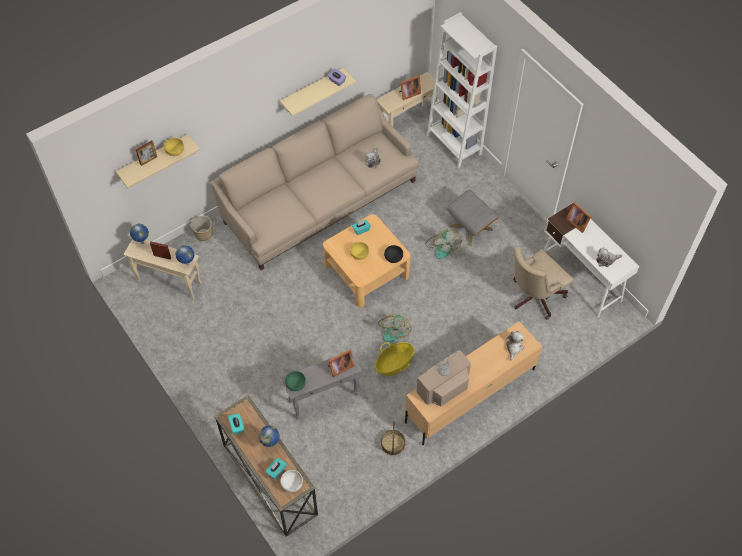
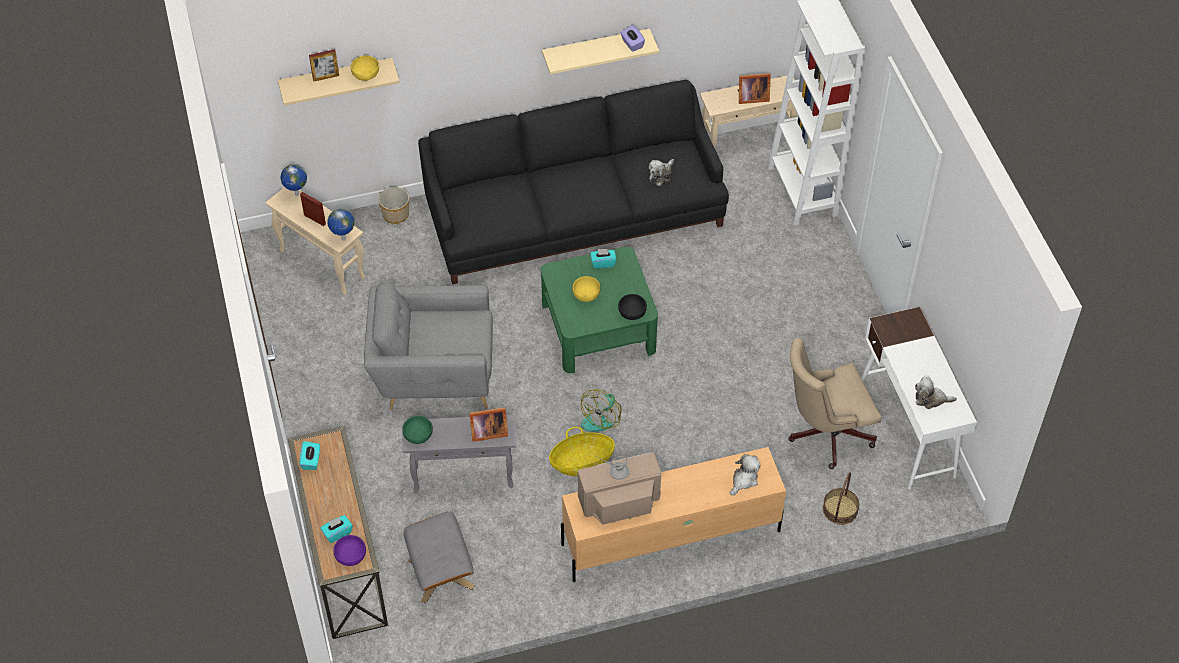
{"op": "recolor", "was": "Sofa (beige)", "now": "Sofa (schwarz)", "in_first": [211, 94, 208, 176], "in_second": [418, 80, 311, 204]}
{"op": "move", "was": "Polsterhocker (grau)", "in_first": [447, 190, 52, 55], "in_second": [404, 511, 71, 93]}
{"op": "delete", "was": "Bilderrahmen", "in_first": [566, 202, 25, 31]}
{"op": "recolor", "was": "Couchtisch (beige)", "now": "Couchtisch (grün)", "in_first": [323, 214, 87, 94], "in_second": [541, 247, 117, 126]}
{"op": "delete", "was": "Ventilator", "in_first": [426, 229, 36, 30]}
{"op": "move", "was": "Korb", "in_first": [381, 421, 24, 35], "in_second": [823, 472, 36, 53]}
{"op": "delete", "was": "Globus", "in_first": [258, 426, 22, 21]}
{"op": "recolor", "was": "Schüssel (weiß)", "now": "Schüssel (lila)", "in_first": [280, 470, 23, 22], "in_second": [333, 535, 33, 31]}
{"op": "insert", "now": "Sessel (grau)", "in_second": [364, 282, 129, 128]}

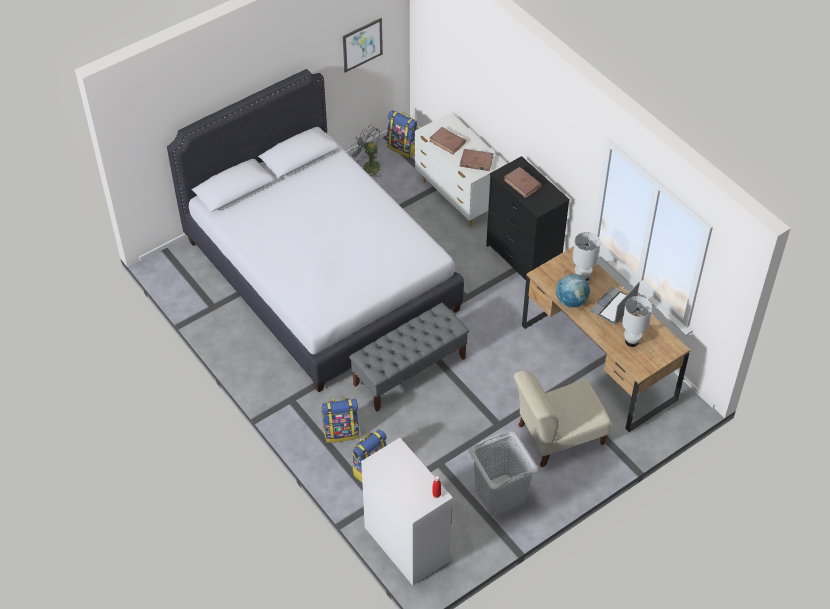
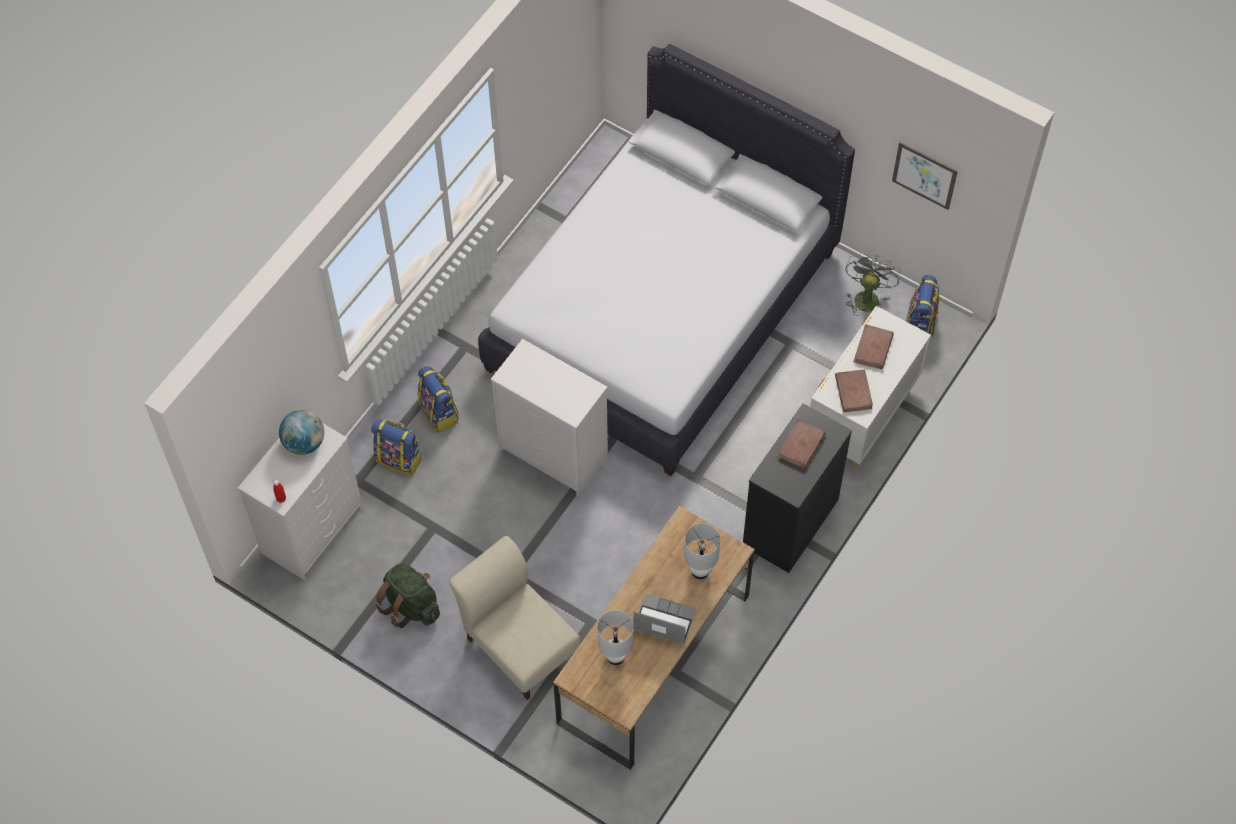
{"op": "move", "was": "Globus", "in_first": [556, 274, 34, 34], "in_second": [279, 410, 45, 45]}
{"op": "replace", "was": "Bank (grau)", "now": "Kommode (weiß)", "in_first": [349, 303, 120, 108], "in_second": [491, 339, 117, 157]}
{"op": "replace", "was": "Wäschekorb (grau)", "now": "Rucksack (grün)", "in_first": [469, 431, 69, 85], "in_second": [375, 563, 65, 65]}

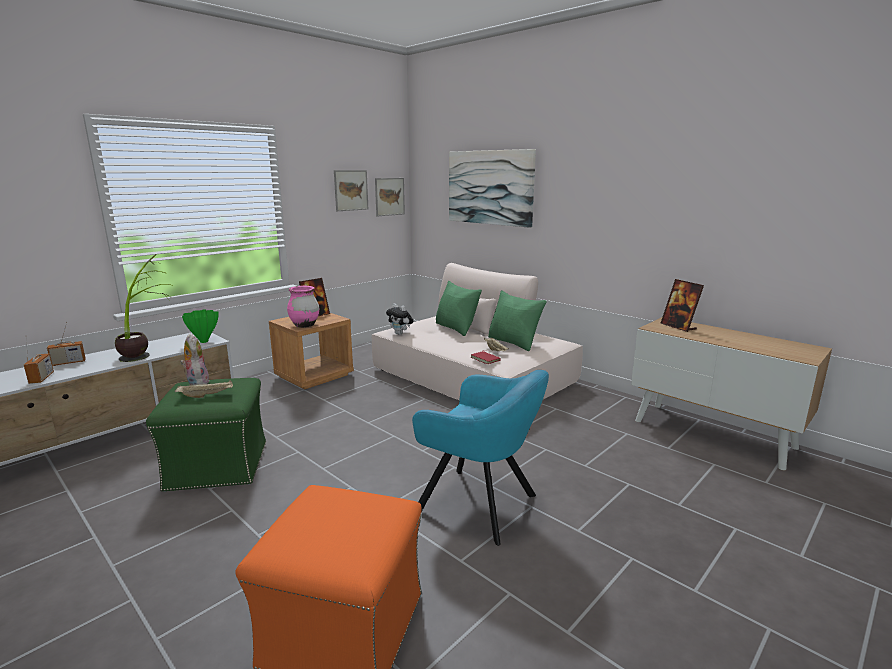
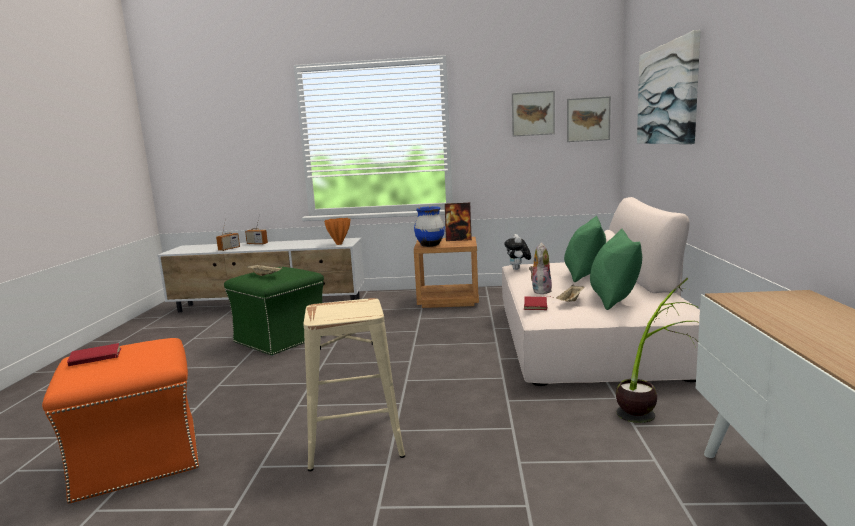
{"op": "move", "was": "Topfpflanze", "in_first": [115, 254, 55, 108], "in_second": [616, 278, 83, 145]}
{"op": "delete", "was": "Bilderrahmen", "in_first": [661, 279, 43, 53]}
{"op": "recolor", "was": "Vase (rosa)", "now": "Vase (blau)", "in_first": [287, 286, 32, 42], "in_second": [414, 206, 31, 41]}
{"op": "recolor", "was": "Vase (grün)", "now": "Vase (orange)", "in_first": [182, 309, 36, 34], "in_second": [324, 218, 26, 27]}
{"op": "move", "was": "Plüschtier", "in_first": [180, 333, 29, 52], "in_second": [529, 243, 23, 51]}
{"op": "replace", "was": "Sessel (türkis)", "now": "Hocker (beige)", "in_first": [412, 370, 137, 176], "in_second": [303, 298, 102, 173]}
{"op": "insert", "now": "Buch (rot)", "in_second": [67, 343, 54, 23]}

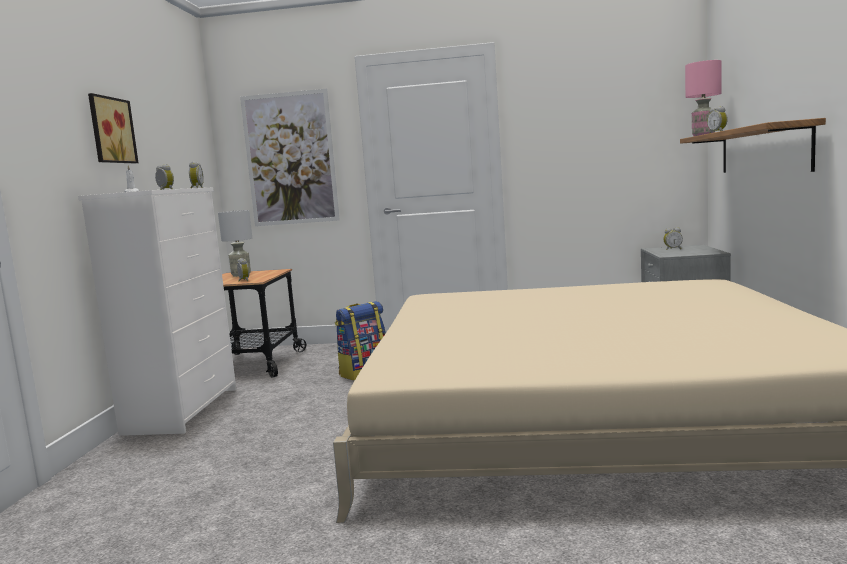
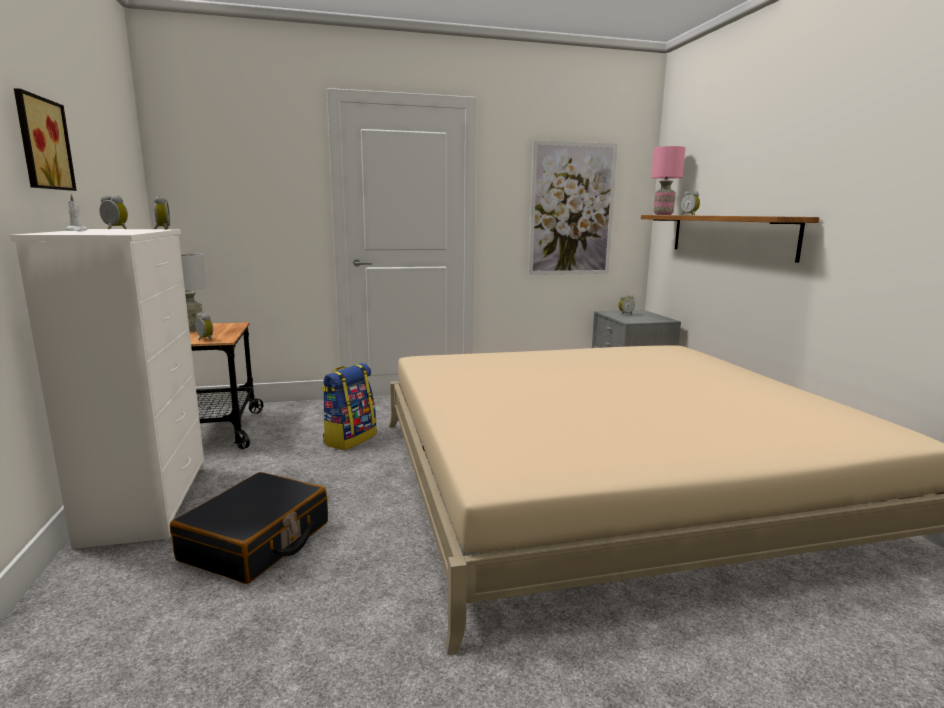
{"op": "move", "was": "Bild", "in_first": [240, 89, 100, 137], "in_second": [528, 140, 89, 135]}
{"op": "insert", "now": "Koffer (schwarz)", "in_second": [170, 472, 158, 112]}

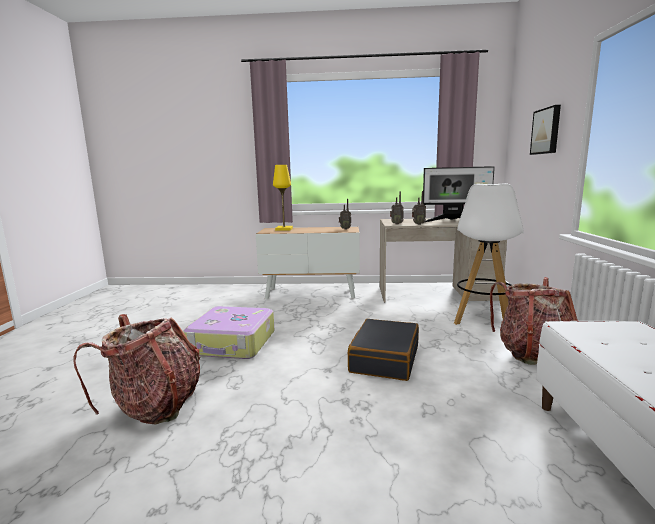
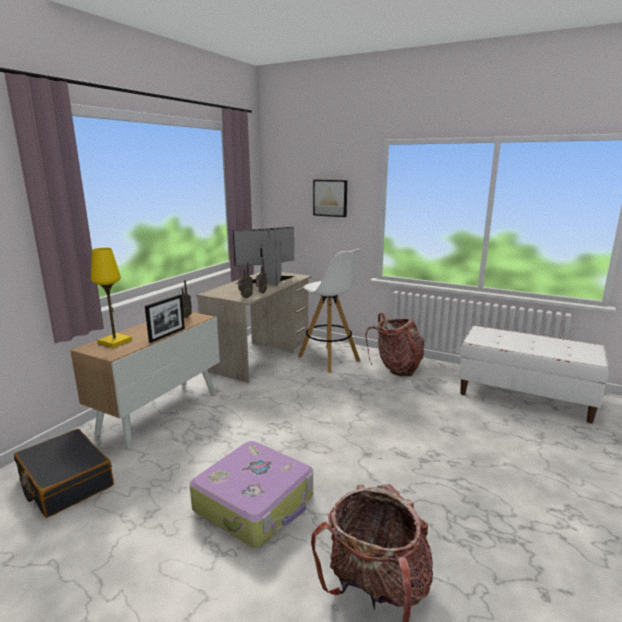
{"op": "rotate", "was": "Monitor", "in_first": [423, 166, 72, 56], "in_second": [233, 227, 62, 59], "clockwise": -150}
{"op": "move", "was": "Koffer (schwarz)", "in_first": [348, 319, 71, 62], "in_second": [14, 429, 100, 89]}
{"op": "insert", "now": "Bilderrahmen", "in_second": [145, 295, 40, 48]}

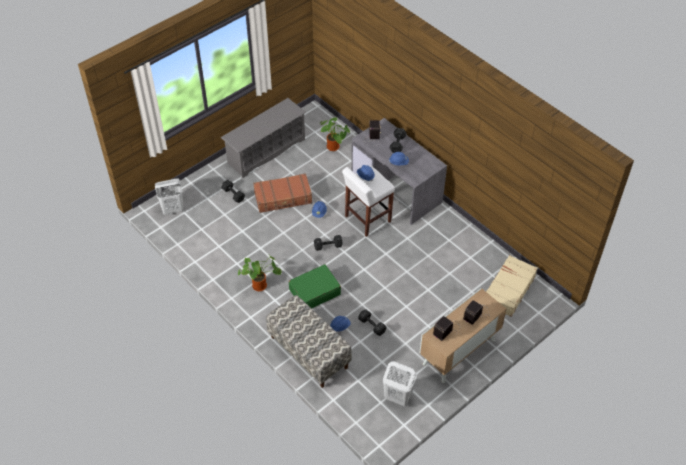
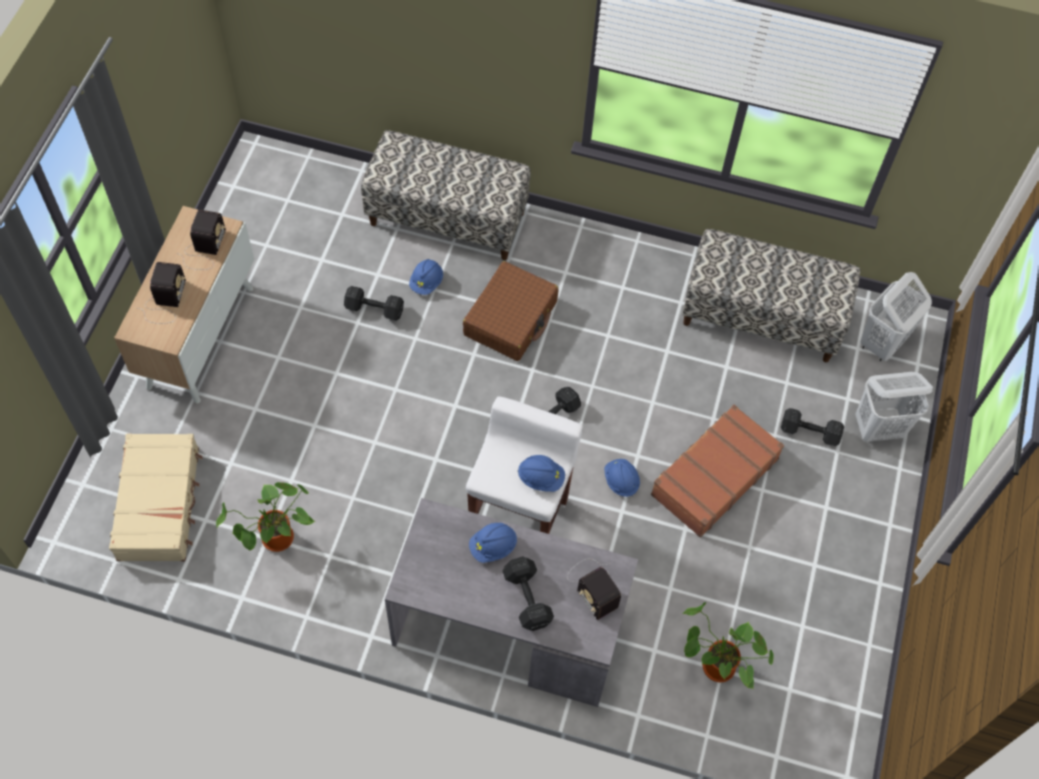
{"op": "delete", "was": "Schuhregal (grau)", "in_first": [221, 98, 85, 80]}
{"op": "move", "was": "Topfpflanze", "in_first": [238, 255, 43, 36], "in_second": [216, 482, 100, 70]}
{"op": "recolor", "was": "Koffer (grün)", "now": "Koffer (braun)", "in_first": [289, 264, 52, 44], "in_second": [463, 261, 95, 100]}
{"op": "move", "was": "Wäschekorb (weiß)", "in_first": [383, 361, 34, 45], "in_second": [855, 372, 78, 70]}
{"op": "insert", "now": "Bank", "in_second": [682, 229, 178, 133]}

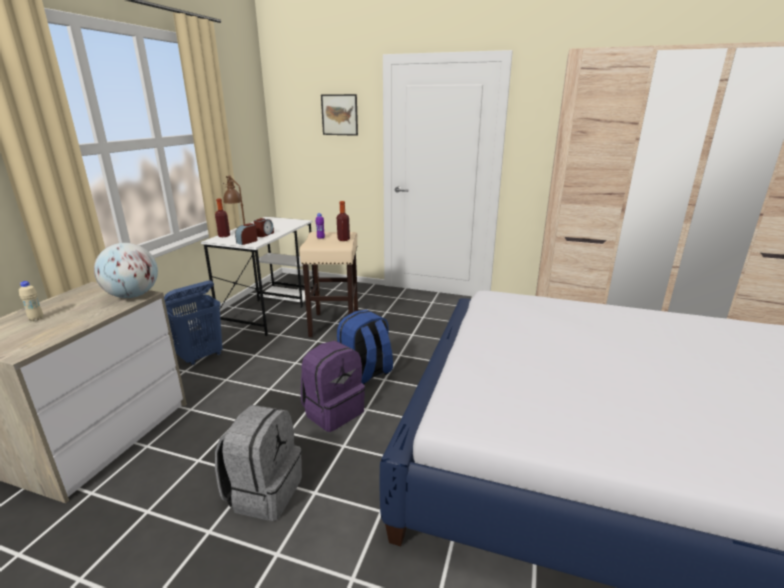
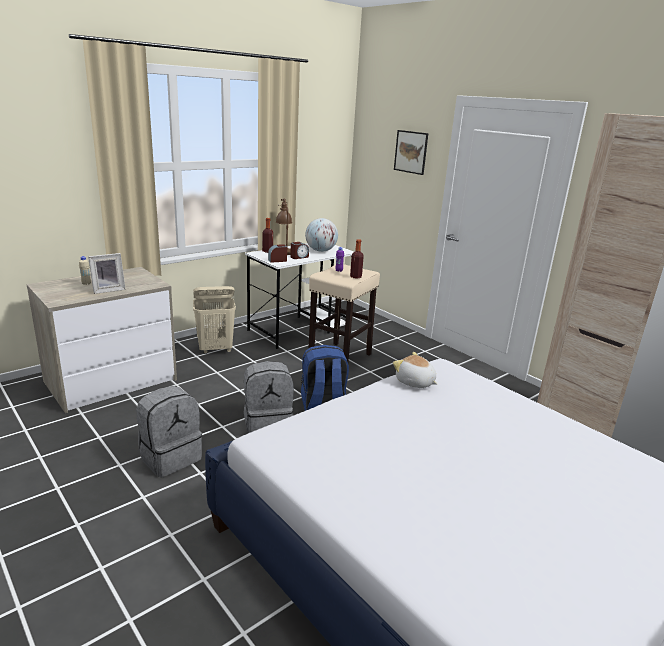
{"op": "move", "was": "Globus", "in_first": [94, 243, 64, 55], "in_second": [305, 218, 33, 34]}
{"op": "recolor", "was": "Wäschekorb (blau)", "now": "Wäschekorb (beige)", "in_first": [164, 280, 59, 85], "in_second": [193, 286, 43, 68]}
{"op": "recolor", "was": "Rucksack (lila)", "now": "Rucksack (grau)", "in_first": [301, 341, 64, 91], "in_second": [244, 361, 50, 72]}
{"op": "insert", "now": "Bilderrahmen", "in_second": [88, 253, 38, 41]}
{"op": "insert", "now": "Plüschtier", "in_second": [393, 352, 44, 36]}

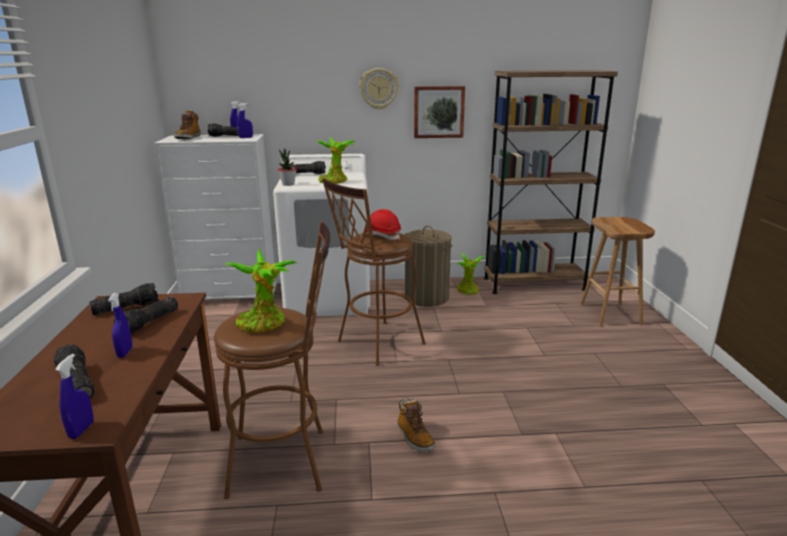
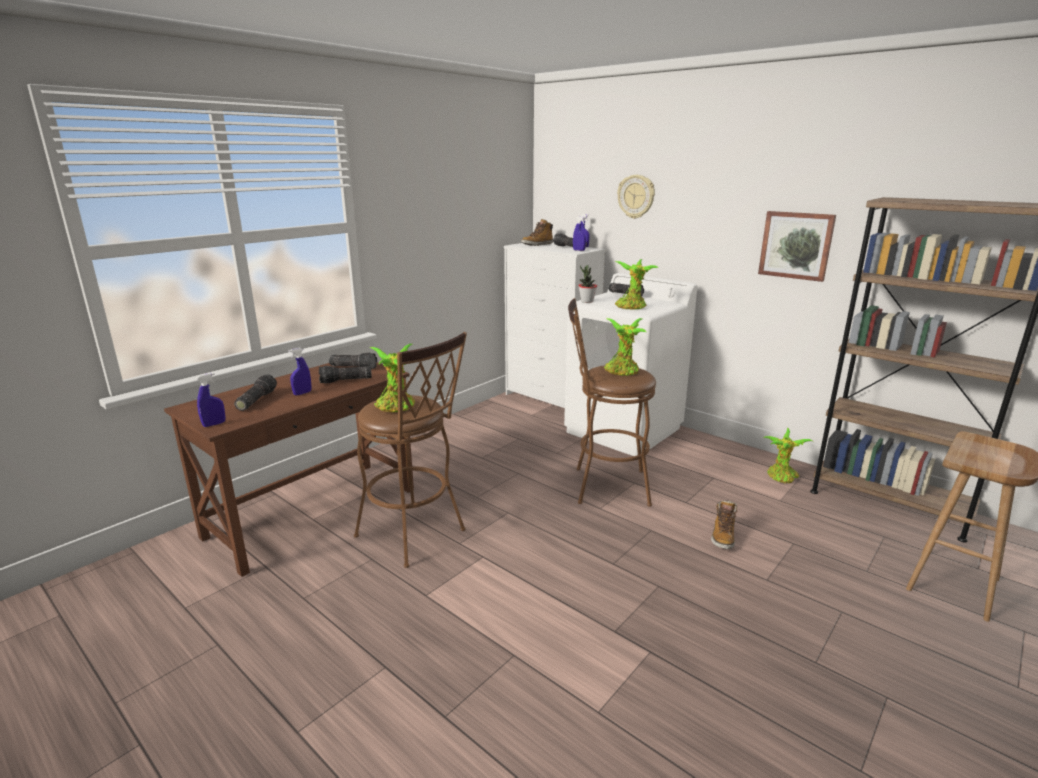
{"op": "move", "was": "Wanduhr", "in_first": [359, 68, 40, 42], "in_second": [617, 175, 38, 44]}
{"op": "replace", "was": "Schutzhelm (rot)", "now": "Topfpflanze", "in_first": [366, 209, 35, 31], "in_second": [604, 318, 42, 58]}
{"op": "delete", "was": "Wäschekorb", "in_first": [404, 226, 49, 81]}
{"op": "move", "was": "Stiefel", "in_first": [398, 398, 37, 53], "in_second": [711, 500, 27, 49]}

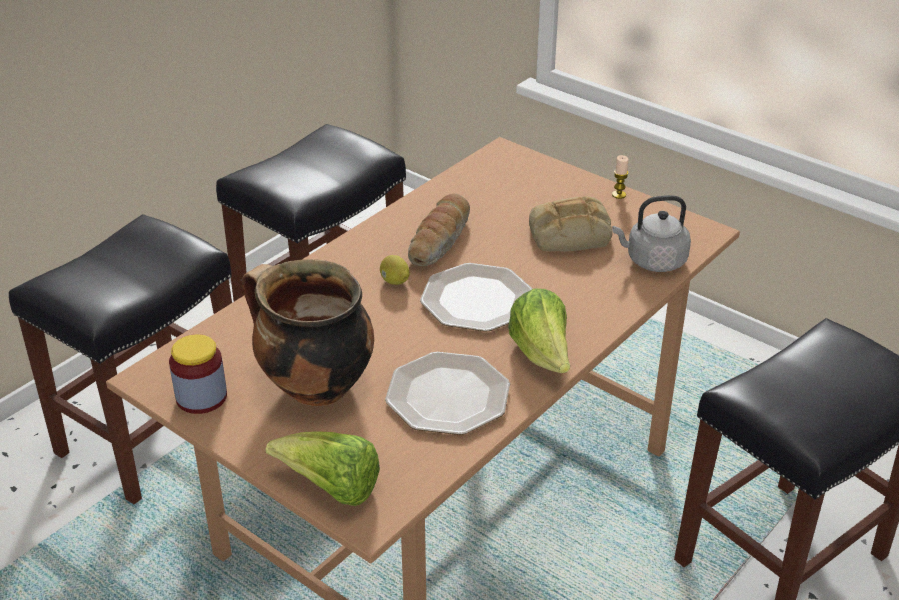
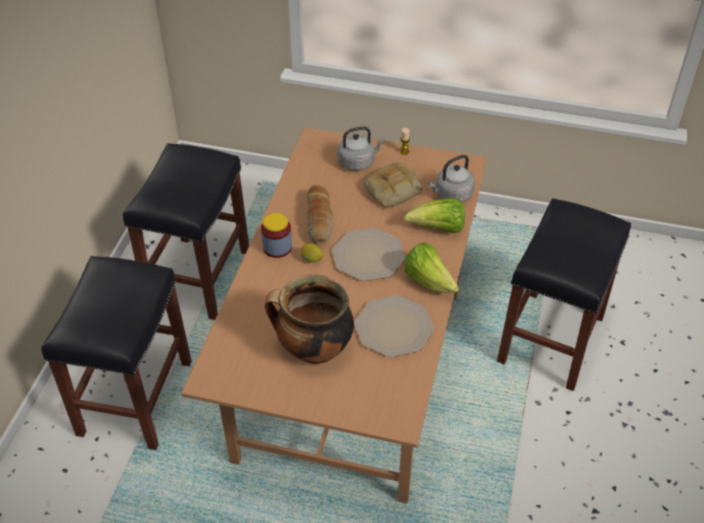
{"op": "move", "was": "Vorratsglas", "in_first": [169, 334, 58, 80], "in_second": [261, 213, 31, 45]}
{"op": "move", "was": "Salatkopf", "in_first": [266, 431, 114, 75], "in_second": [404, 198, 61, 35]}
{"op": "insert", "now": "Wasserkessel (grau)", "in_second": [338, 126, 47, 45]}

